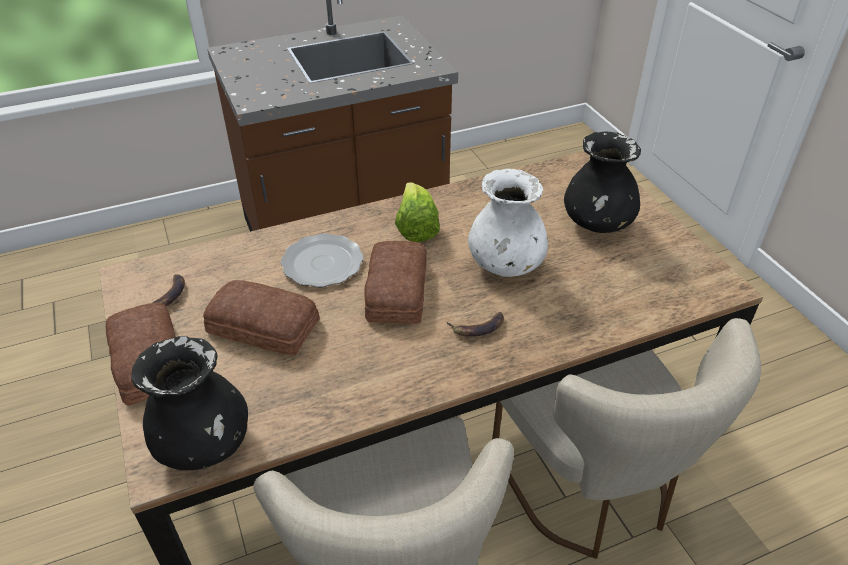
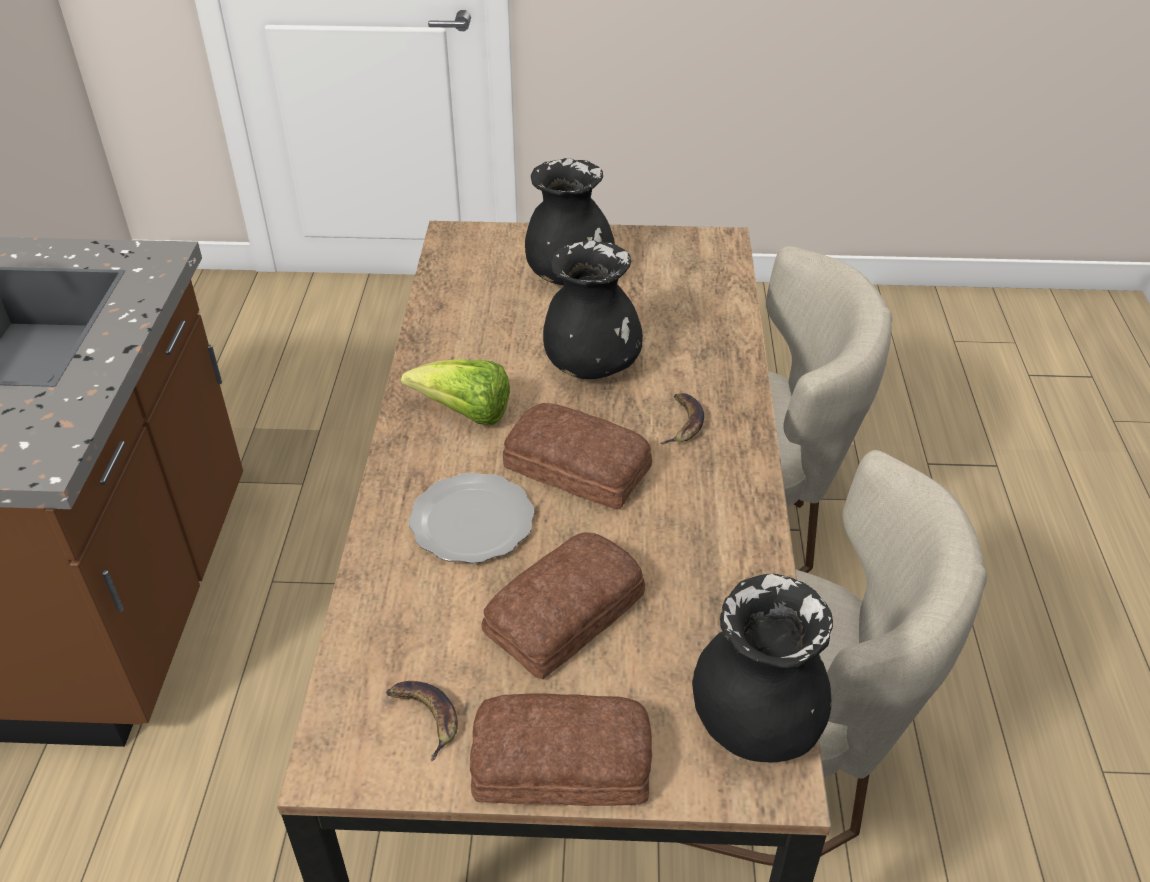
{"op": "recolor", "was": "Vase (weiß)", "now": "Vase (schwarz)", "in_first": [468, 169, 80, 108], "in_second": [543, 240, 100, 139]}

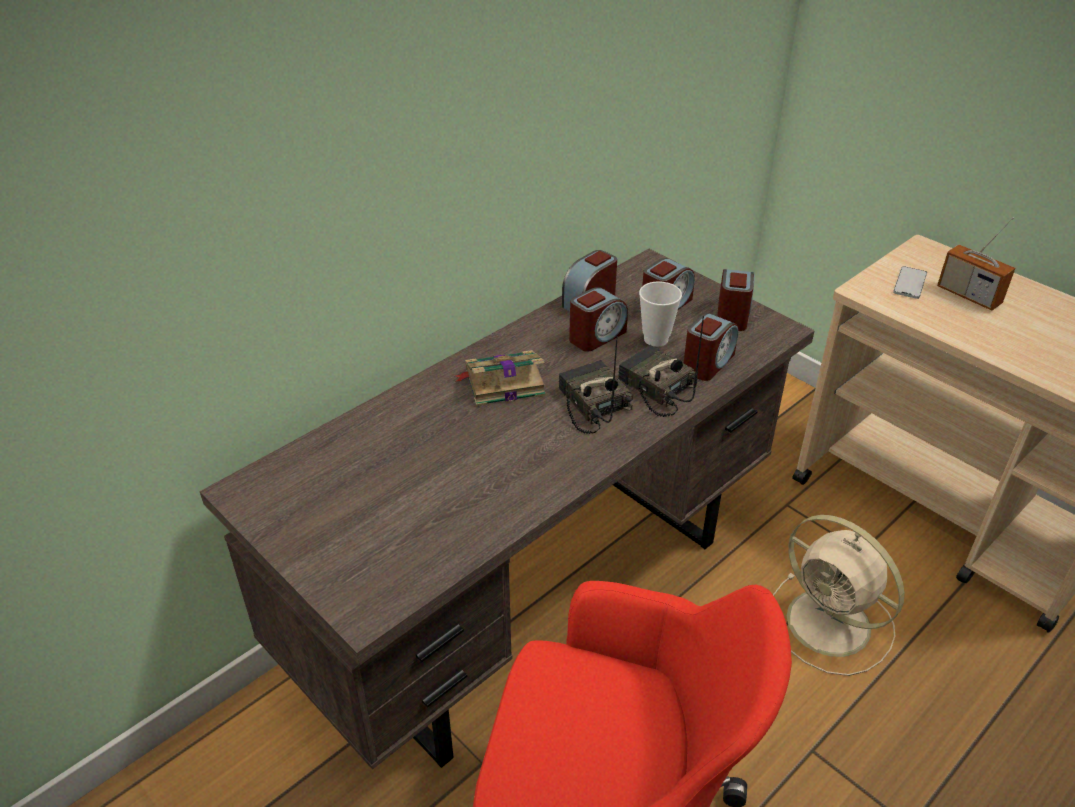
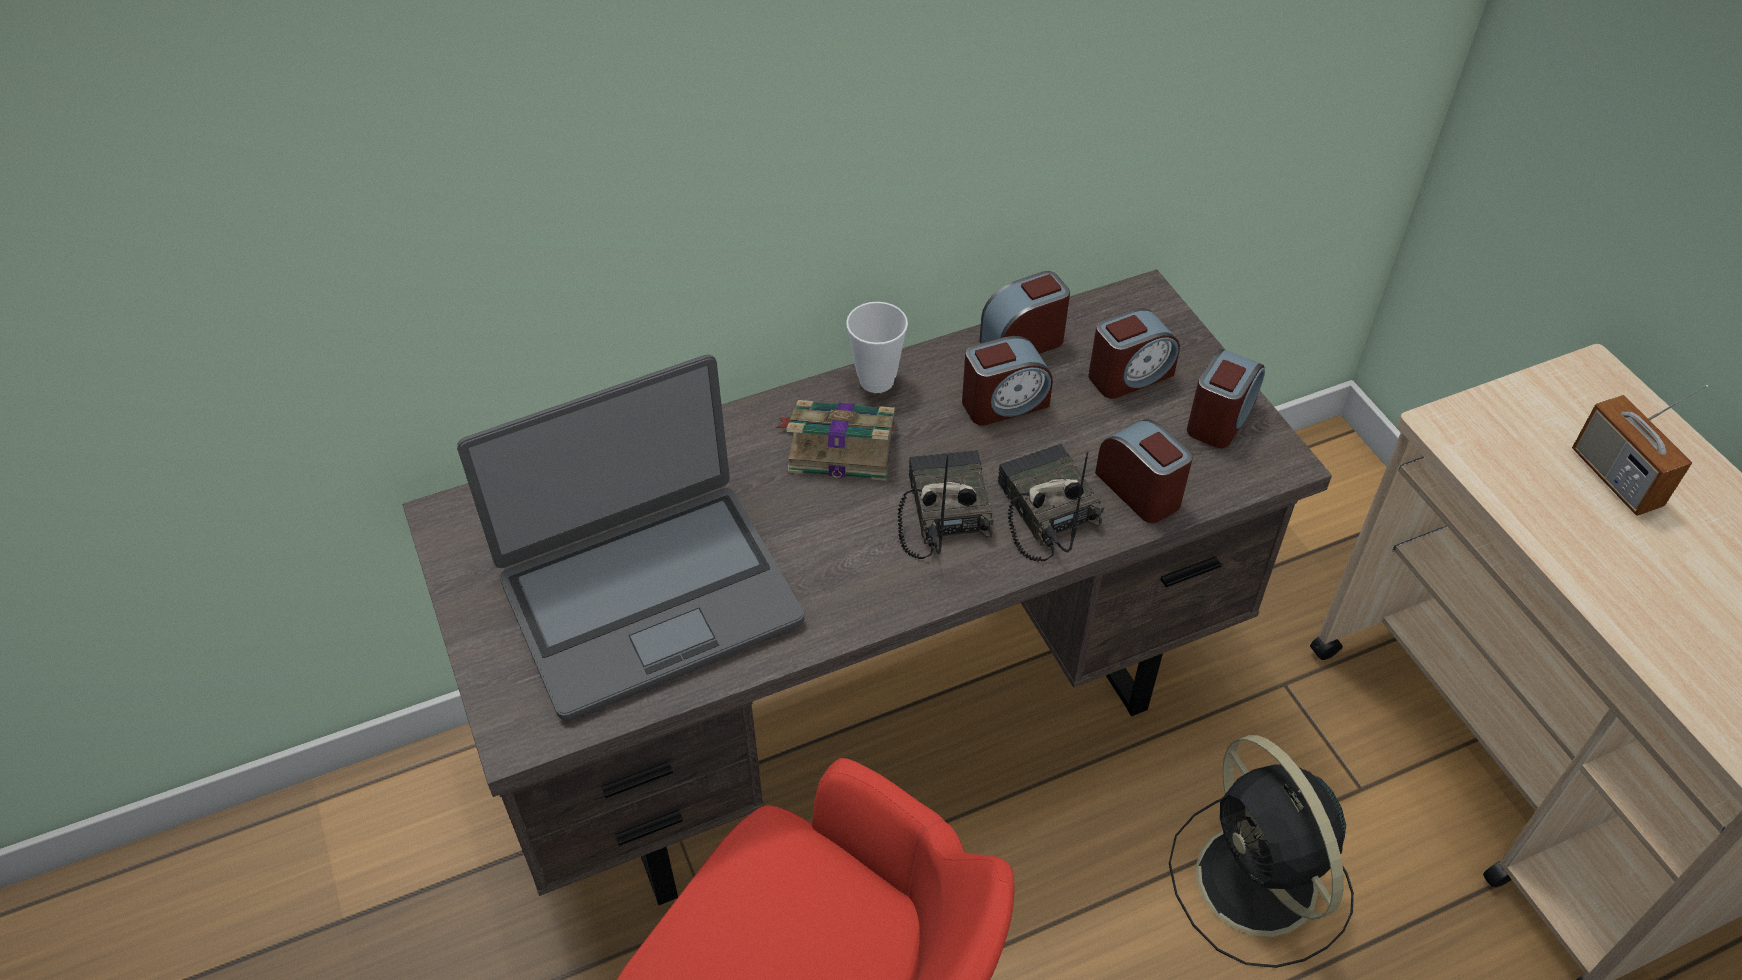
{"op": "delete", "was": "Handy", "in_first": [893, 266, 34, 33]}
{"op": "move", "was": "Tasse", "in_first": [639, 281, 43, 66], "in_second": [846, 302, 62, 91]}
{"op": "rotate", "was": "Wecker", "in_first": [684, 313, 54, 68], "in_second": [1095, 419, 98, 104], "clockwise": -90}
{"op": "recolor", "was": "Ventilator (beige)", "now": "Ventilator (schwarz)", "in_first": [773, 515, 132, 161], "in_second": [1169, 735, 185, 233]}
{"op": "insert", "now": "Laptop", "in_second": [457, 354, 347, 367]}

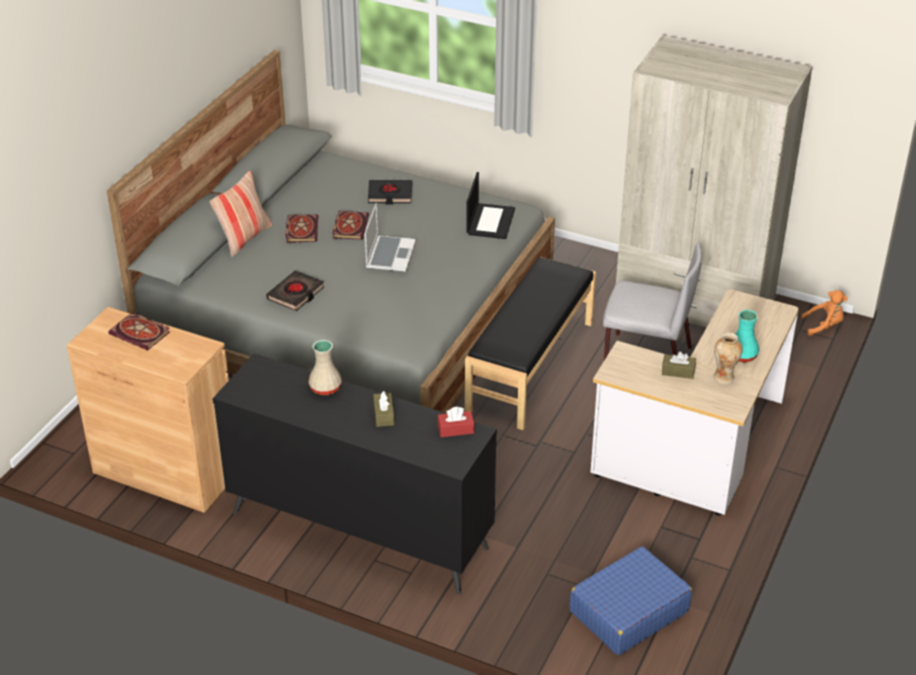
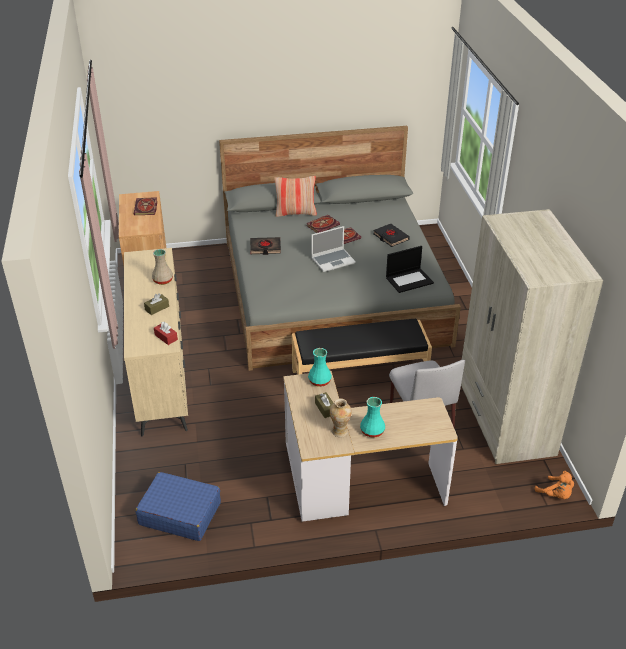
{"op": "recolor", "was": "Kommode (schwarz)", "now": "Kommode (beige)", "in_first": [213, 353, 284, 242], "in_second": [124, 248, 64, 189]}
{"op": "insert", "now": "Vase (türkis)", "in_second": [308, 348, 24, 39]}

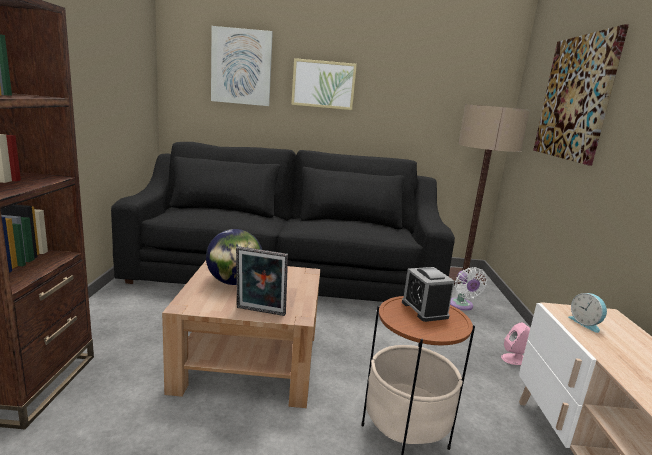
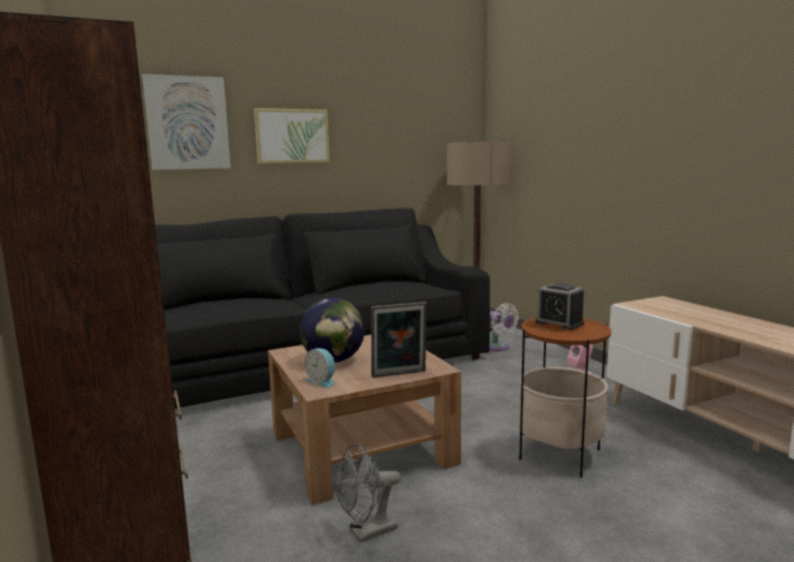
{"op": "delete", "was": "Bild", "in_first": [533, 24, 96, 142]}
{"op": "move", "was": "Wecker", "in_first": [568, 293, 39, 40], "in_second": [305, 348, 30, 40]}
{"op": "insert", "now": "Ventilator (grau)", "in_second": [335, 444, 66, 98]}

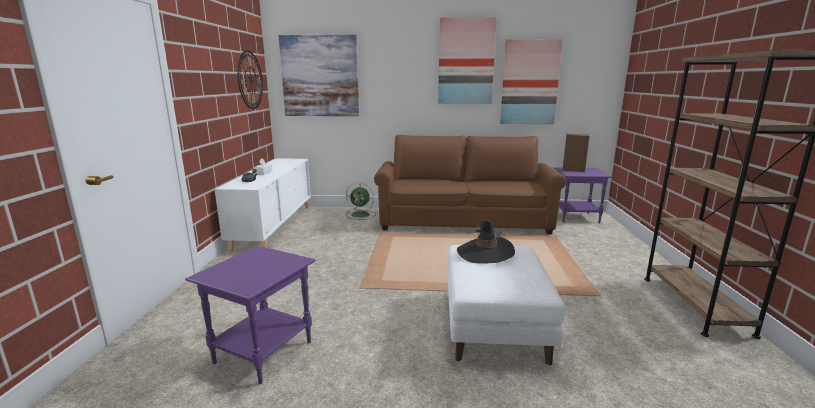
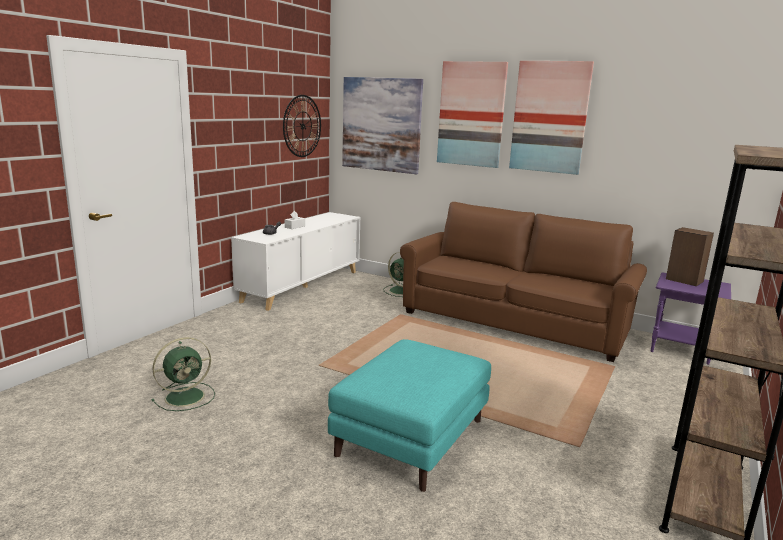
{"op": "move", "was": "Bild", "in_first": [500, 39, 63, 85], "in_second": [437, 61, 71, 107]}
{"op": "delete", "was": "Hut (schwarz)", "in_first": [457, 219, 58, 44]}
{"op": "recolor", "was": "Polsterhocker (weiß)", "now": "Polsterhocker (türkis)", "in_first": [447, 245, 118, 120], "in_second": [328, 339, 163, 153]}
{"op": "replace", "was": "Beistelltisch (lila)", "now": "Ventilator (grün)", "in_first": [185, 246, 131, 138], "in_second": [151, 337, 64, 74]}

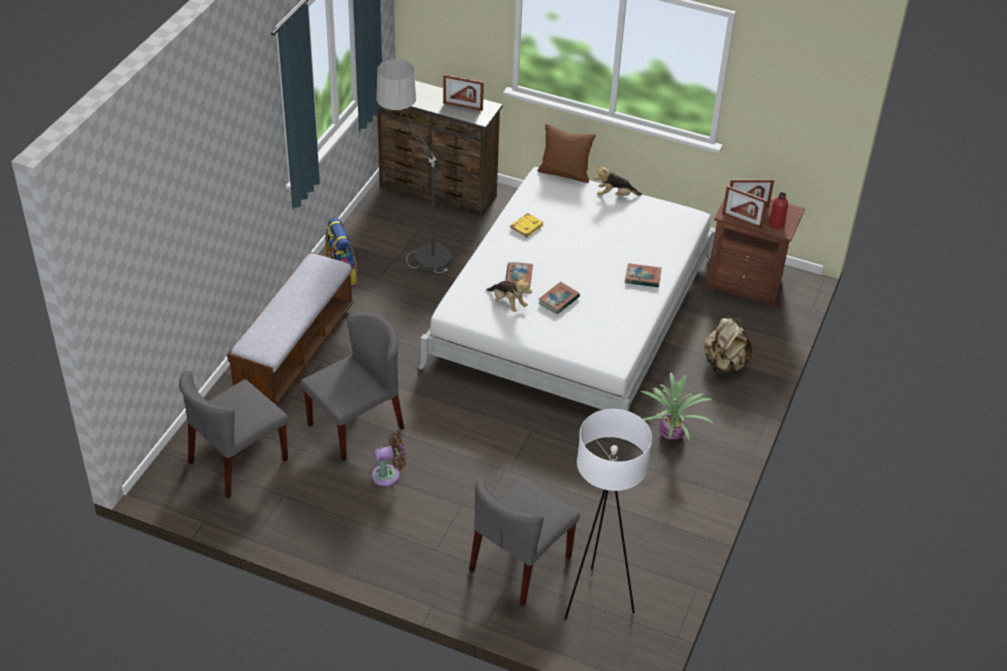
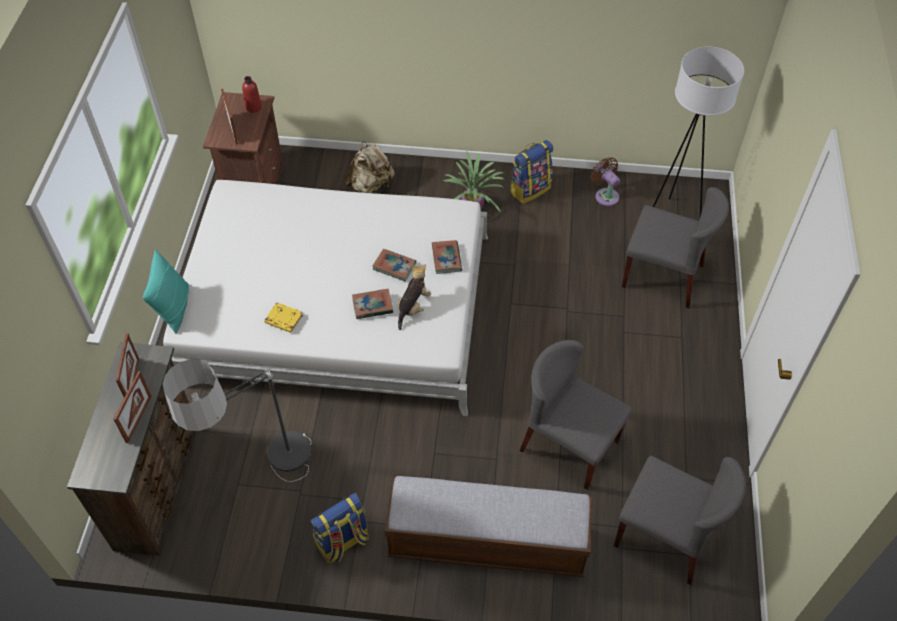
{"op": "recolor", "was": "Kissen (braun)", "now": "Kissen (türkis)", "in_first": [537, 124, 59, 59], "in_second": [143, 249, 46, 85]}
{"op": "delete", "was": "Plüschtier", "in_first": [594, 165, 48, 31]}
{"op": "move", "was": "Bilderrahmen", "in_first": [722, 185, 46, 44], "in_second": [113, 371, 38, 72]}
{"op": "move", "was": "Buch", "in_first": [625, 263, 37, 25], "in_second": [432, 240, 30, 34]}
{"op": "move", "was": "Ventilator (braun)", "in_first": [372, 433, 34, 53], "in_second": [590, 157, 30, 49]}
{"op": "insert", "now": "Rucksack", "in_second": [510, 140, 43, 64]}

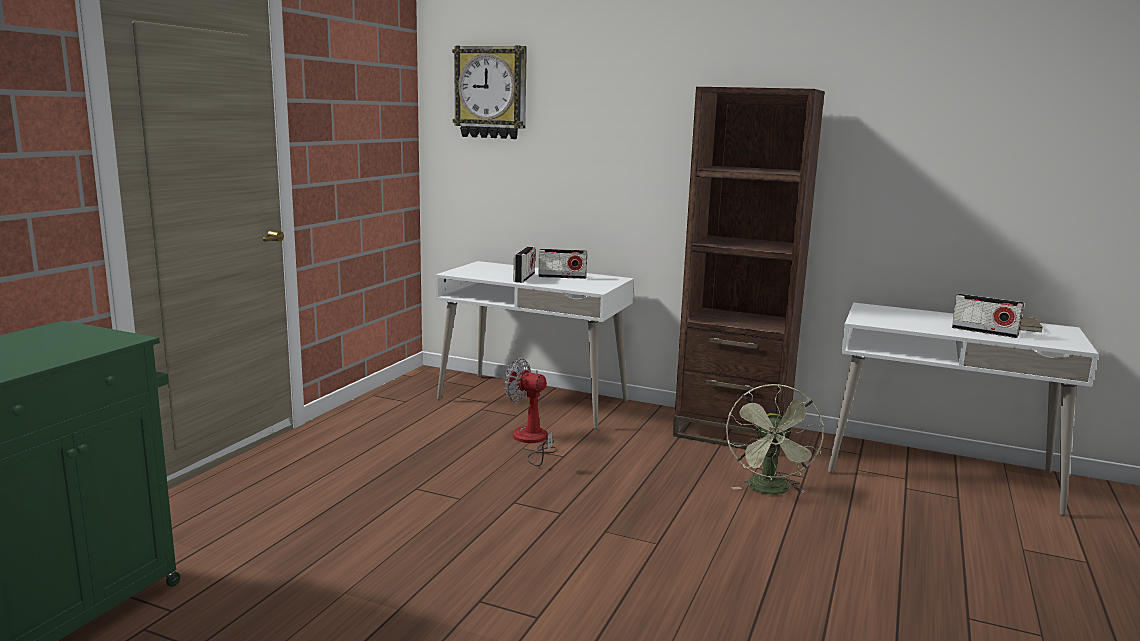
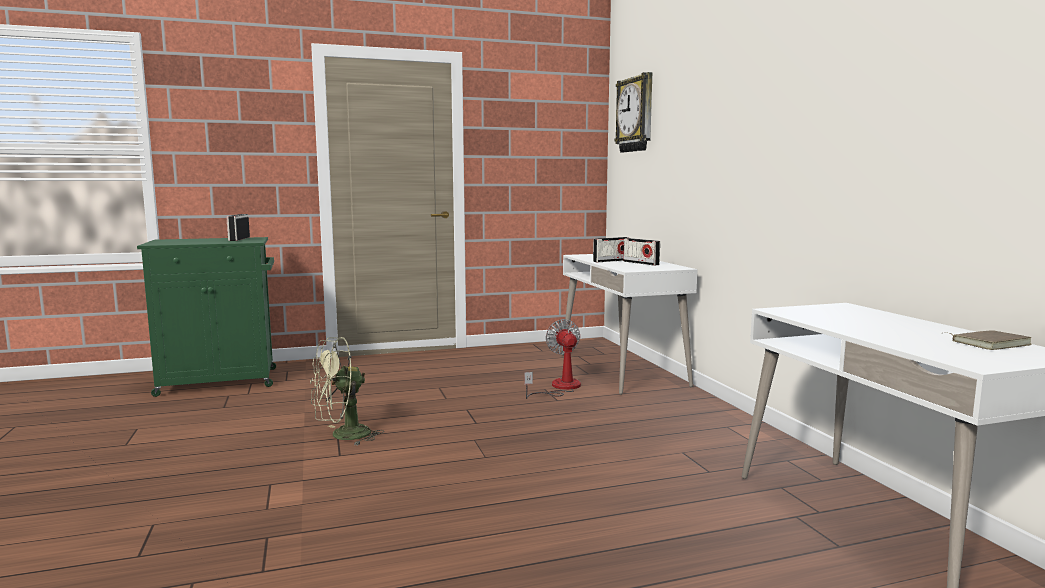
{"op": "delete", "was": "Bücherregal (braun)", "in_first": [673, 87, 152, 369]}
{"op": "move", "was": "Radio", "in_first": [952, 294, 72, 44], "in_second": [226, 214, 24, 27]}
{"op": "move", "was": "Ventilator (grün)", "in_first": [726, 384, 98, 111], "in_second": [310, 337, 74, 109]}

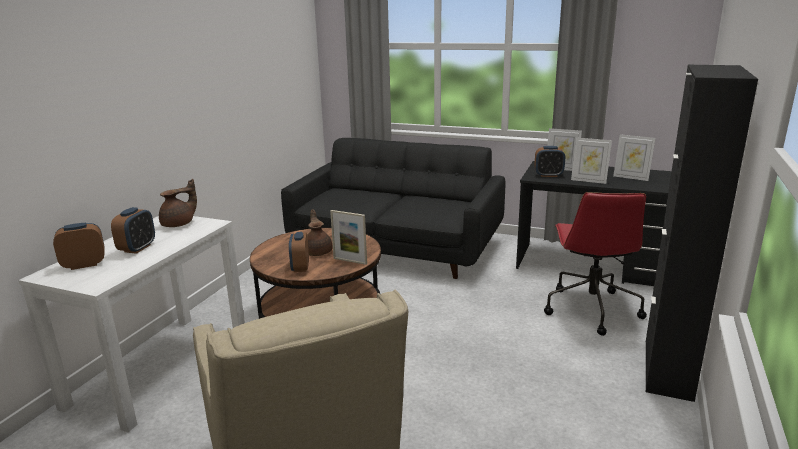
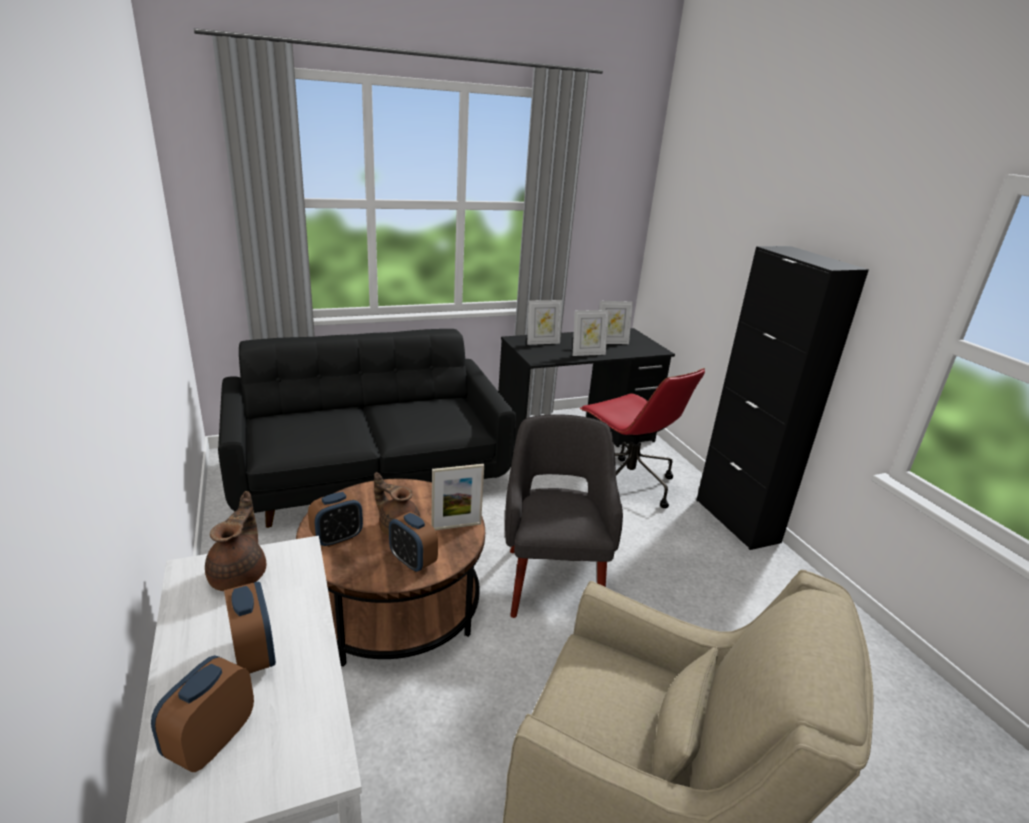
{"op": "move", "was": "Wecker", "in_first": [534, 146, 31, 31], "in_second": [308, 491, 55, 56]}
{"op": "insert", "now": "Sessel (grau)", "in_second": [505, 414, 118, 204]}

